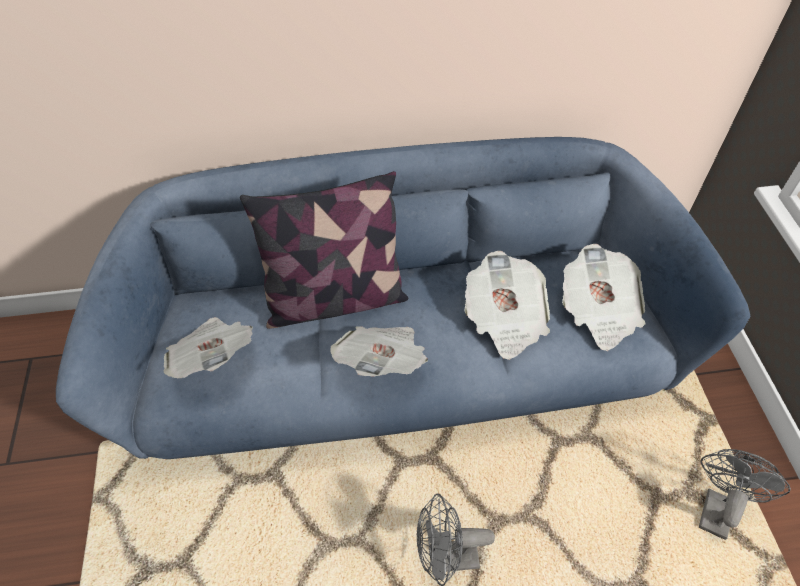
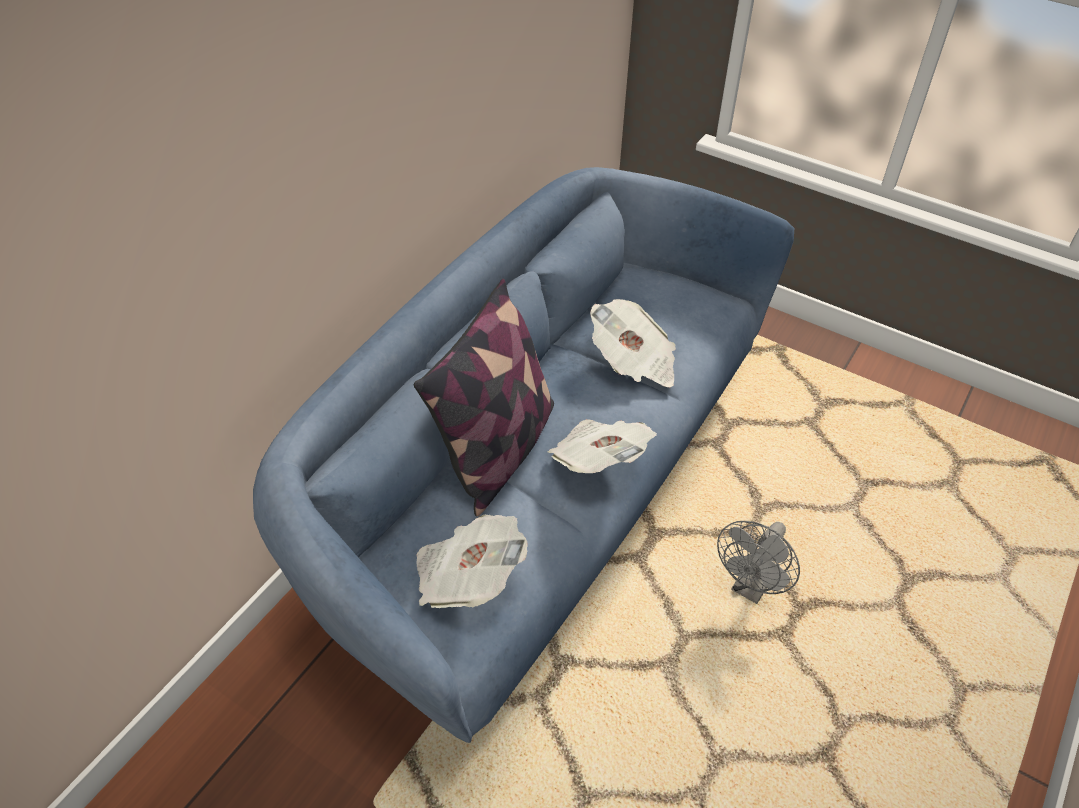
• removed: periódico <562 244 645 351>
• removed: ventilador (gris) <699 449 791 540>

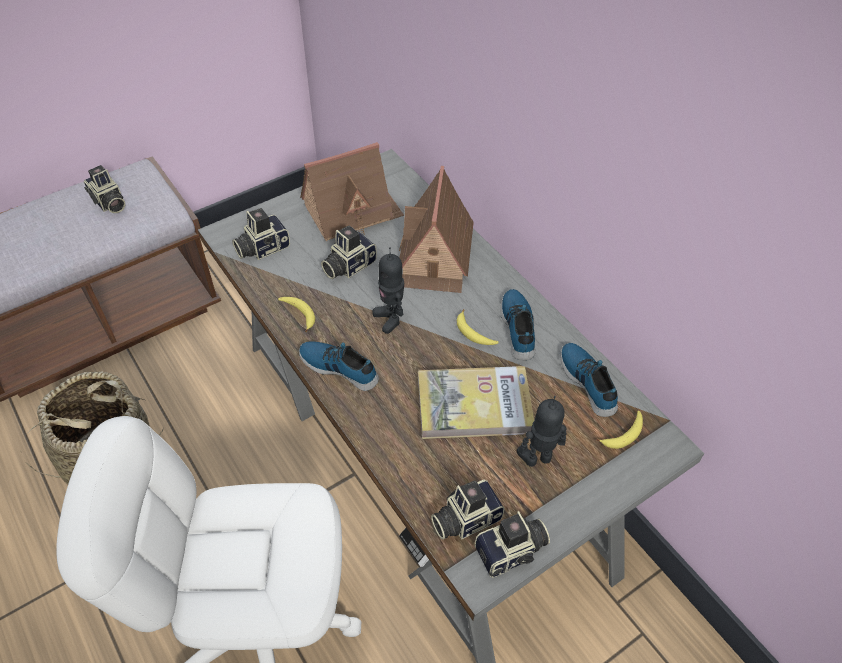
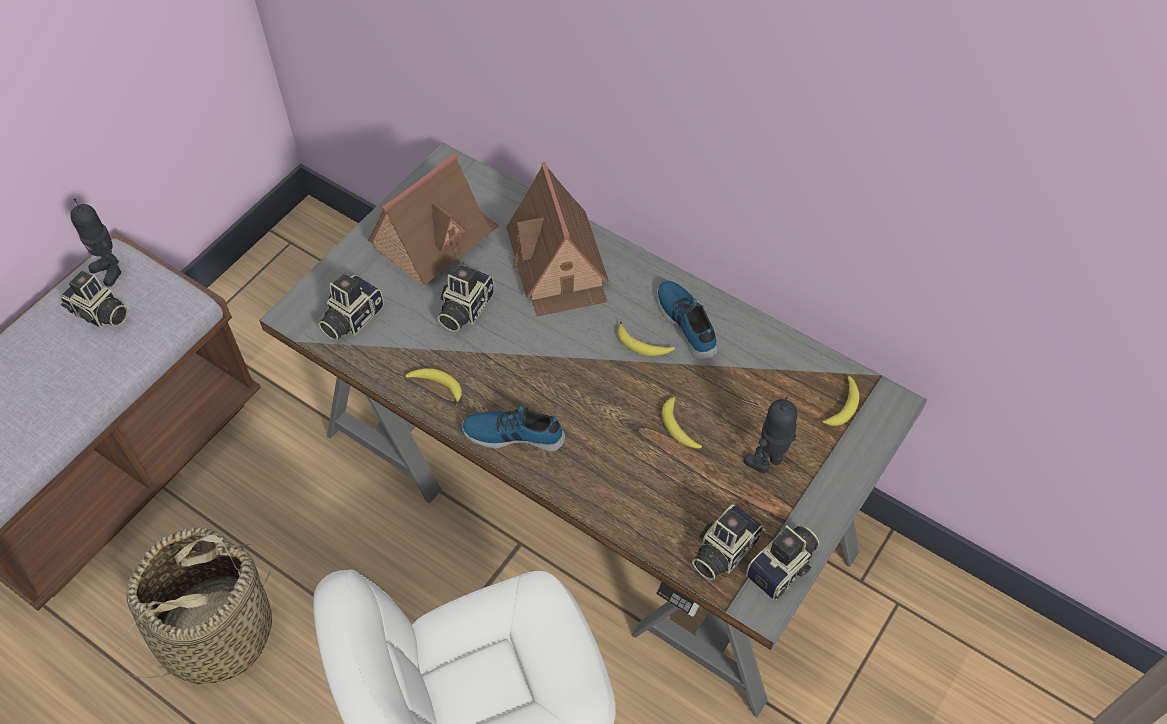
• moved: robot de juguete <372 247 404 334> to <70 198 121 287>
• replaced: libro <418 366 534 439> to plátano <662 394 702 448>
• removed: zapato <560 343 618 417>

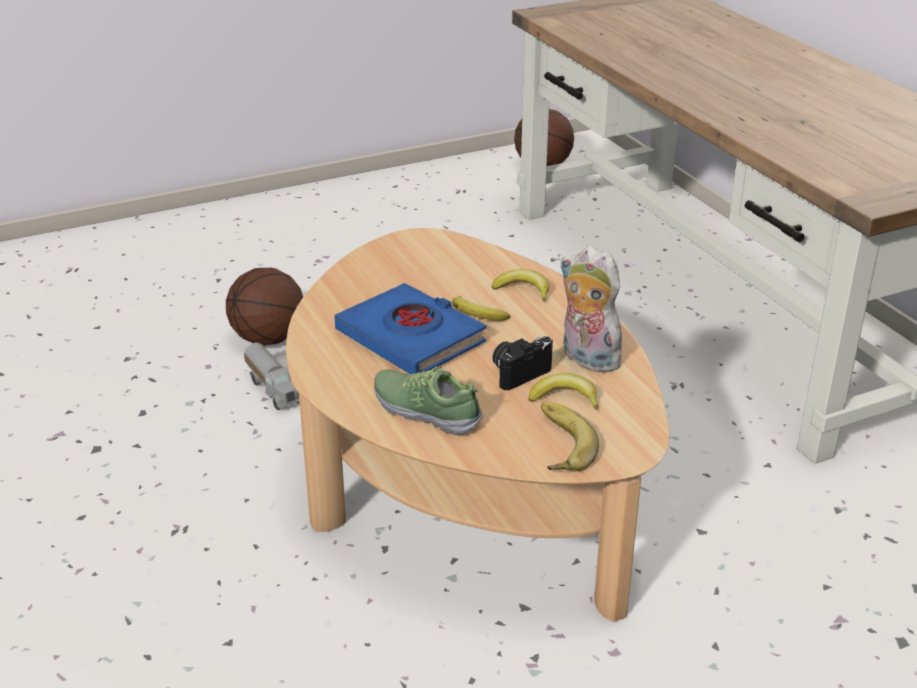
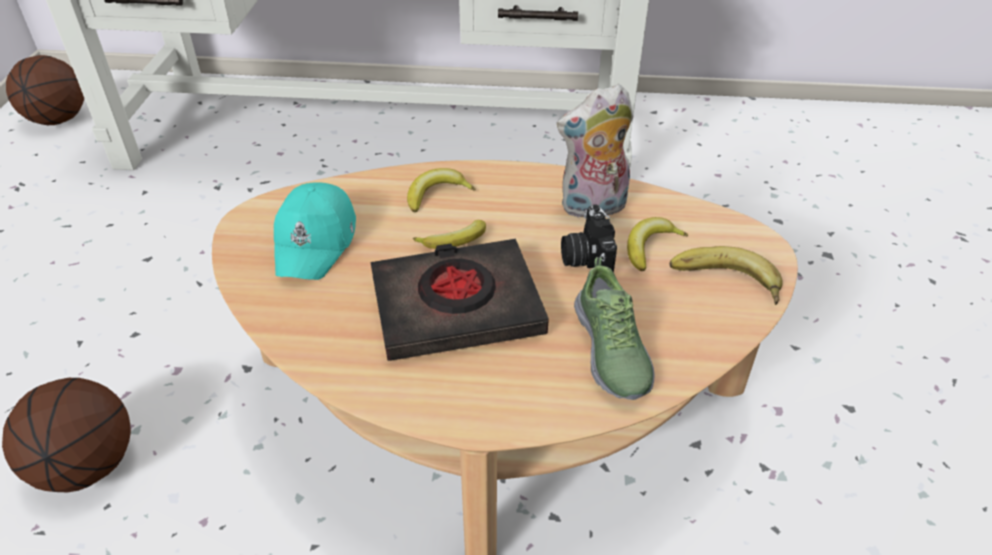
• added: gorra (turquesa) <274 182 356 280>
• recoloured: libro (azul) <335 283 486 375> to libro (negro) <371 238 549 361>
• turned: zapato <374 366 483 435> = <574 257 655 400> 75 degrees counterclockwise
• removed: camión de juguete <244 342 299 410>

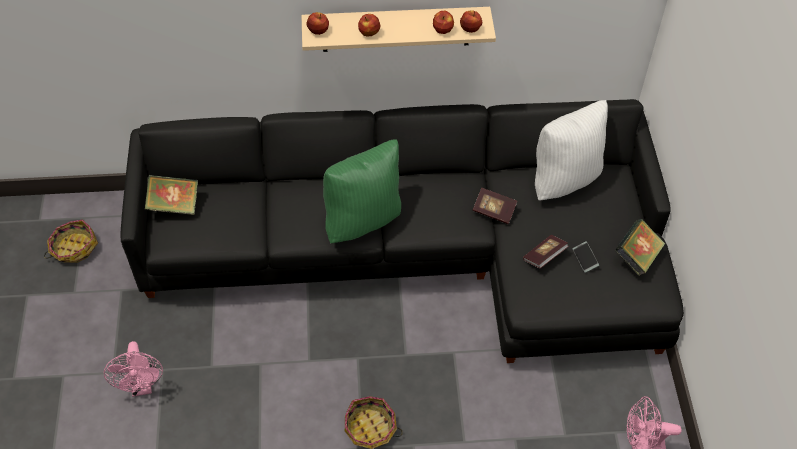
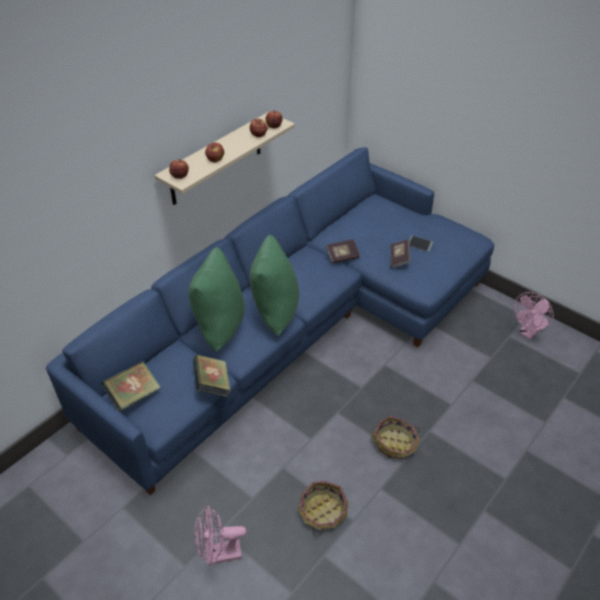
• recoloured: sofá (negro) <120 99 684 363> to sofá (azul) <46 147 494 496>
• added: cojín (verde) <188 247 245 352>
• moved: libro <615 219 665 276> to <193 355 231 397>
• turned: ventilador (rosa) <104 341 163 397> = <194 505 247 566> 135 degrees clockwise
• moved: cesta <44 220 98 263> to <298 481 348 537>
• removed: cojín (blanco) <535 100 608 201>

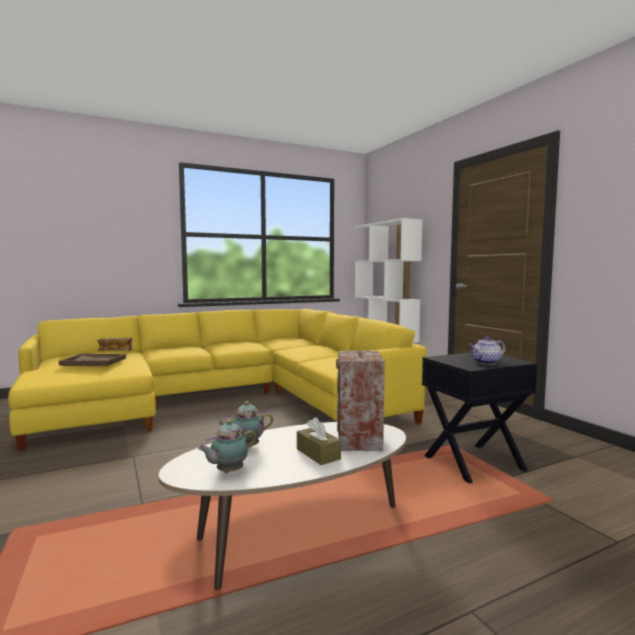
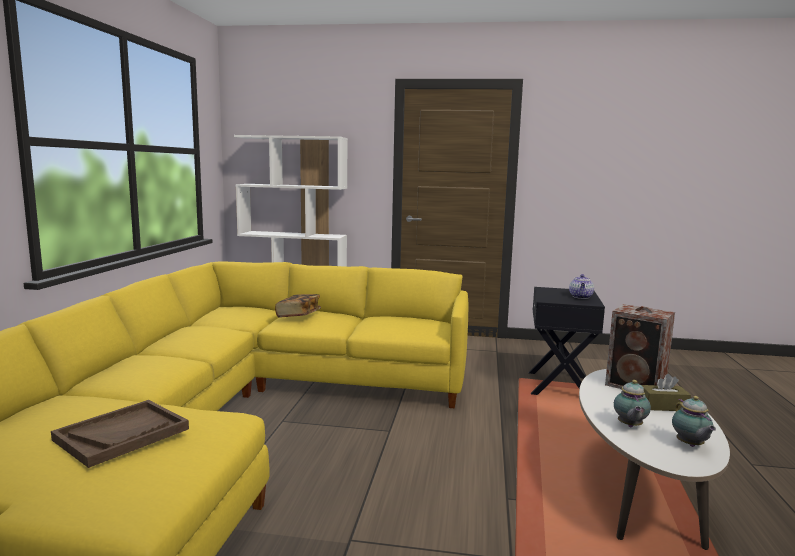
• moved: libro <98 338 132 351> to <275 294 321 318>

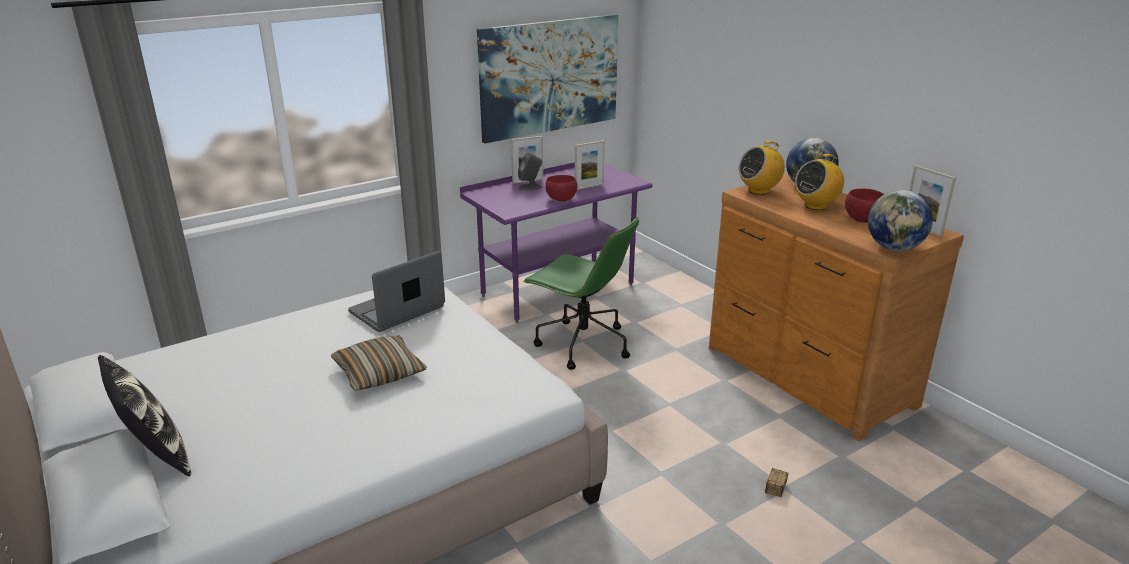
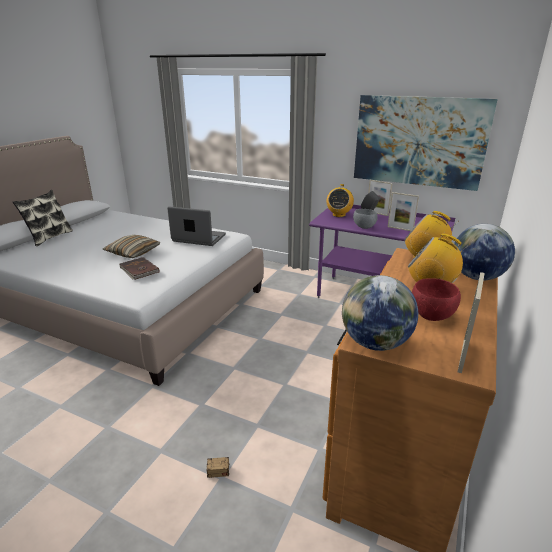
• added: libro (marrón) <119 257 159 280>
• added: radio <326 184 354 217>
• recoloured: cuenco (rojo) <545 175 578 201> to cuenco (gris) <353 209 378 229>
• removed: silla de oficina (verde) <523 217 639 370>

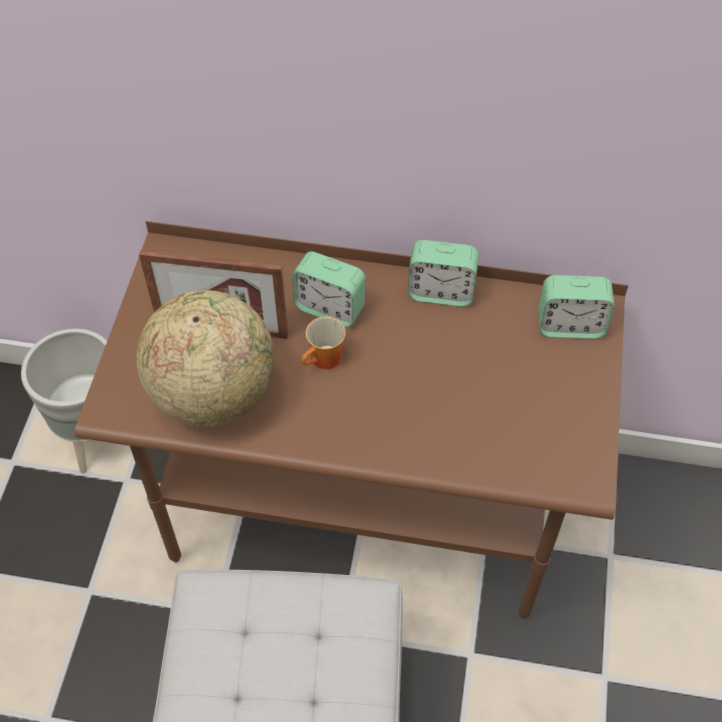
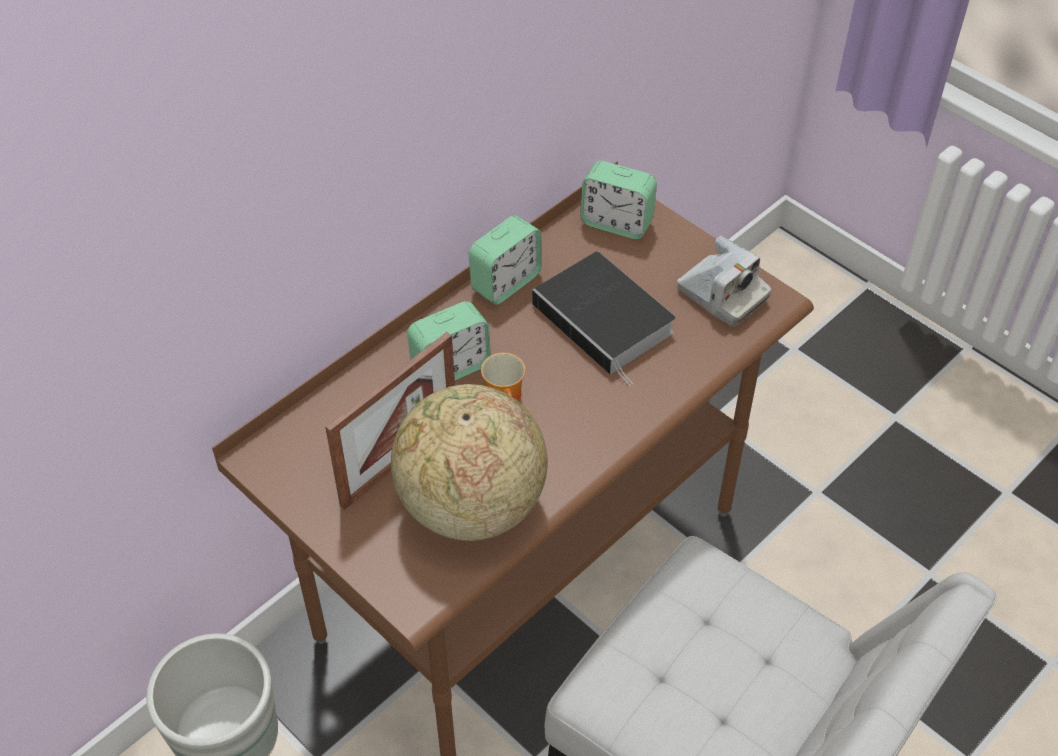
• added: libro <532 252 675 386>
• turned: despertador <538 275 614 339> = <580 161 657 239> 75 degrees clockwise
• added: cámara <677 236 771 327>

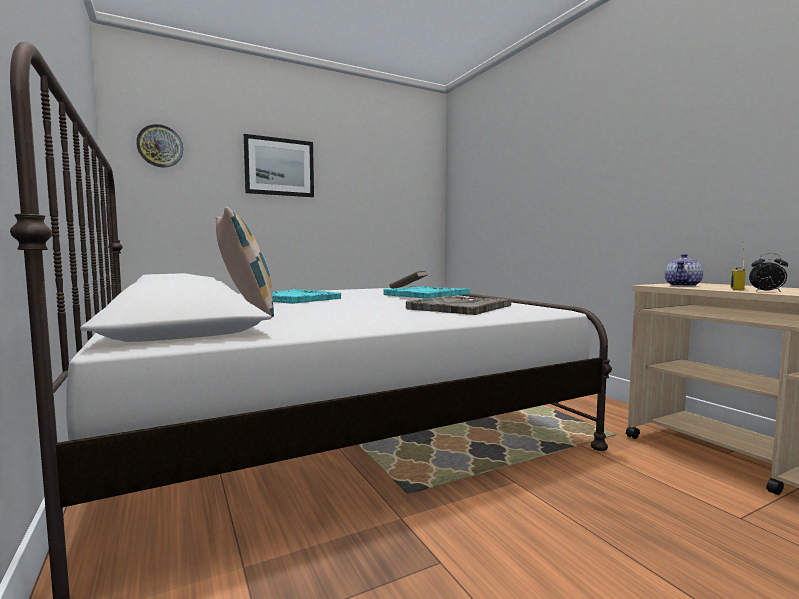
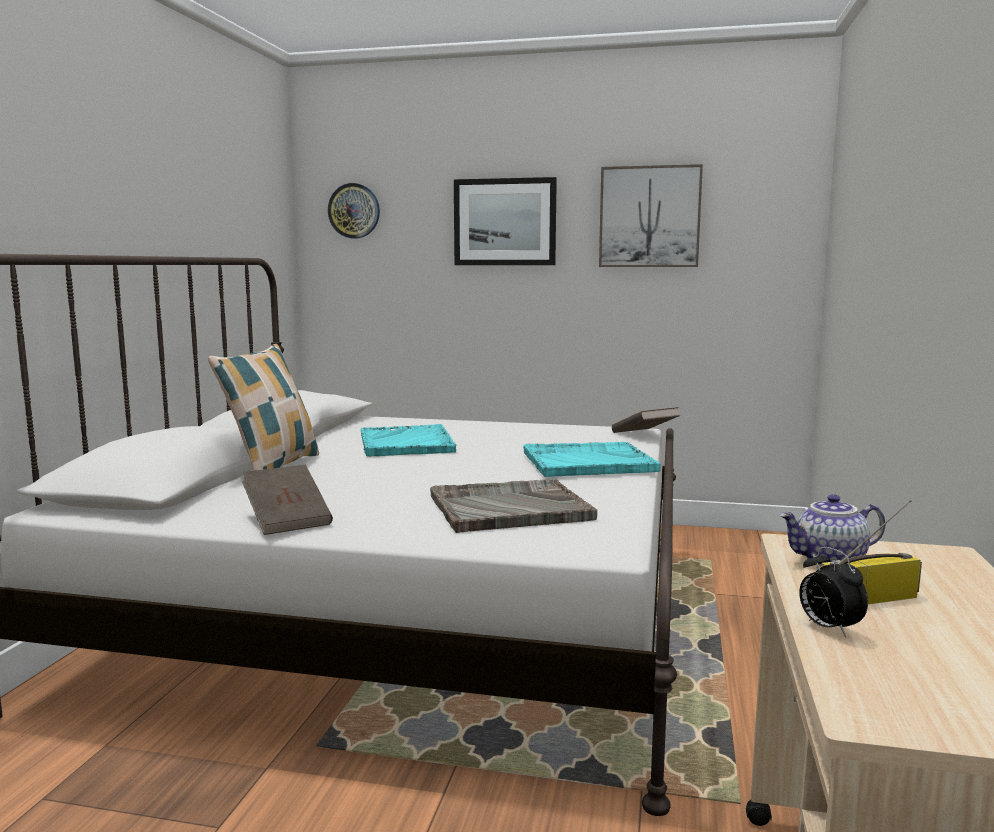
• added: libro (marrón) <242 465 333 535>
• added: cuadro <599 164 703 267>

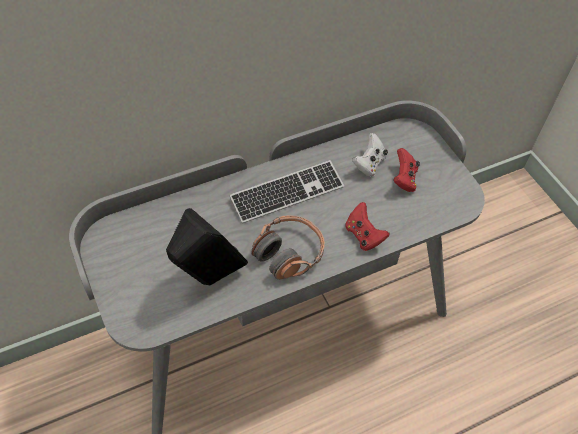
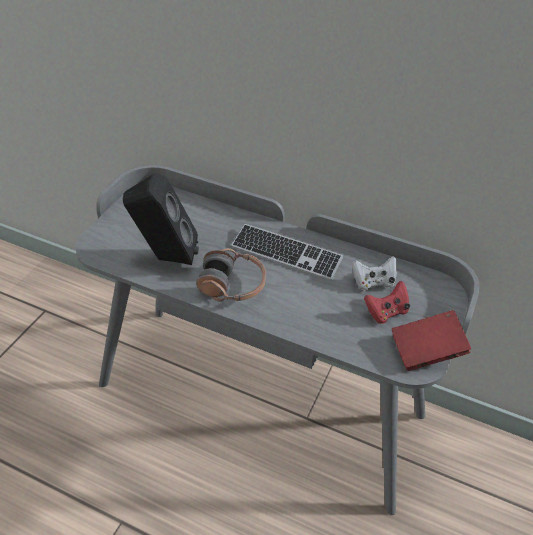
• added: libro (rojo) <392 310 471 371>
• removed: mando de consola (rojo) <345 202 389 251>

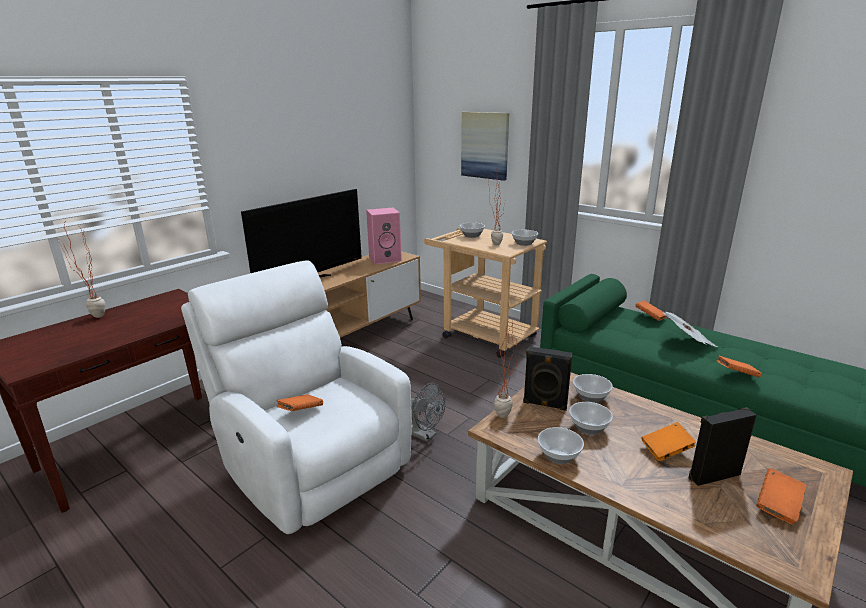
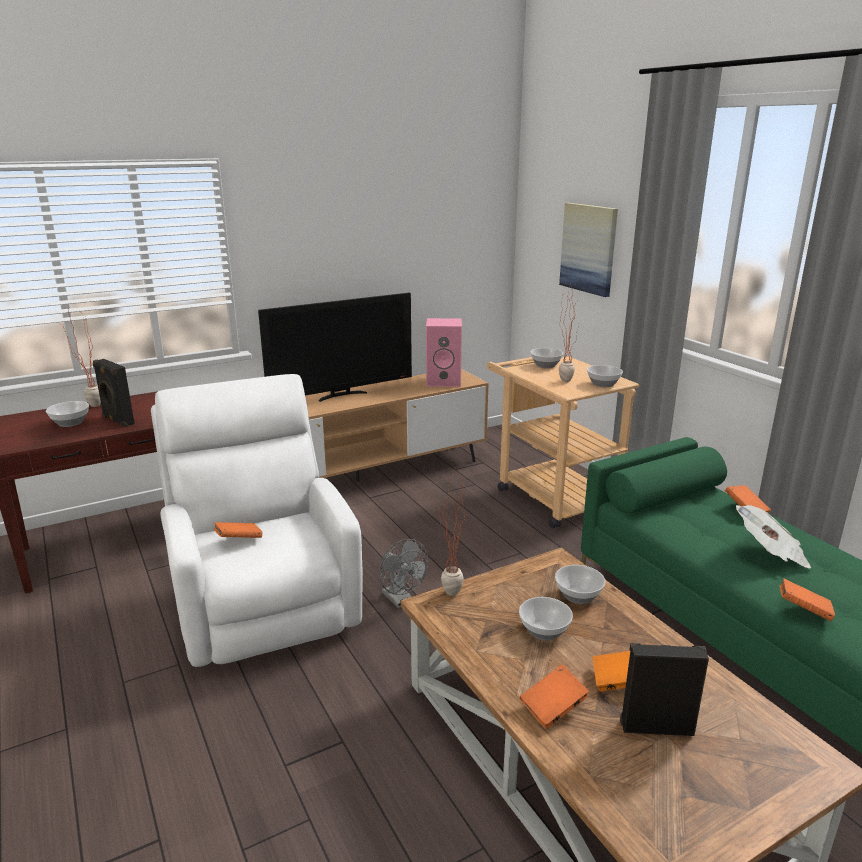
• moved: cuenco <538 427 584 464> to <46 401 89 427>
• moved: altavoz (negro) <523 346 572 411> to <93 359 135 427>
• moved: libro (naranja) <756 468 807 525> to <520 664 589 729>

